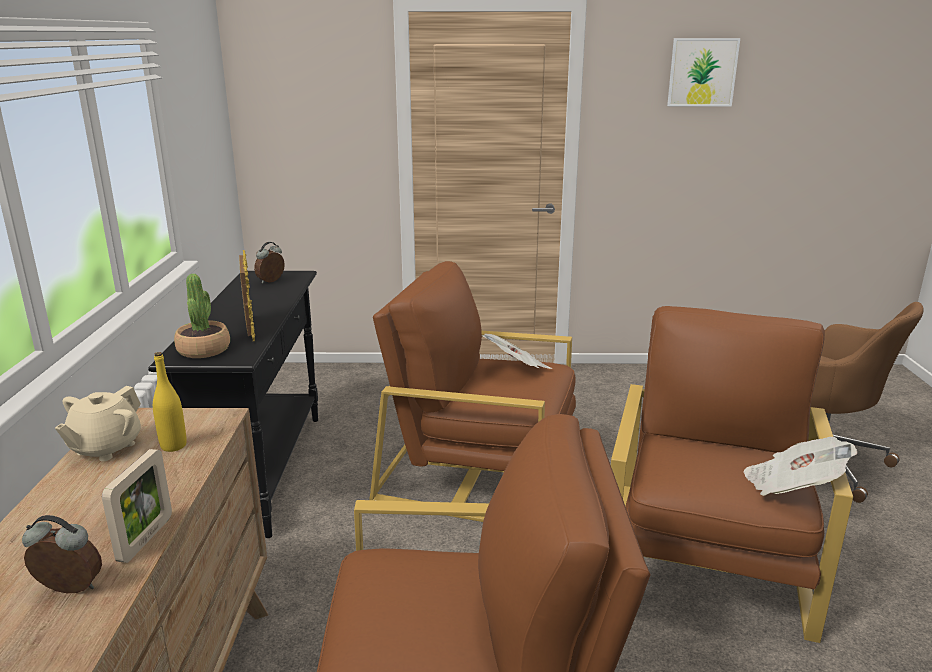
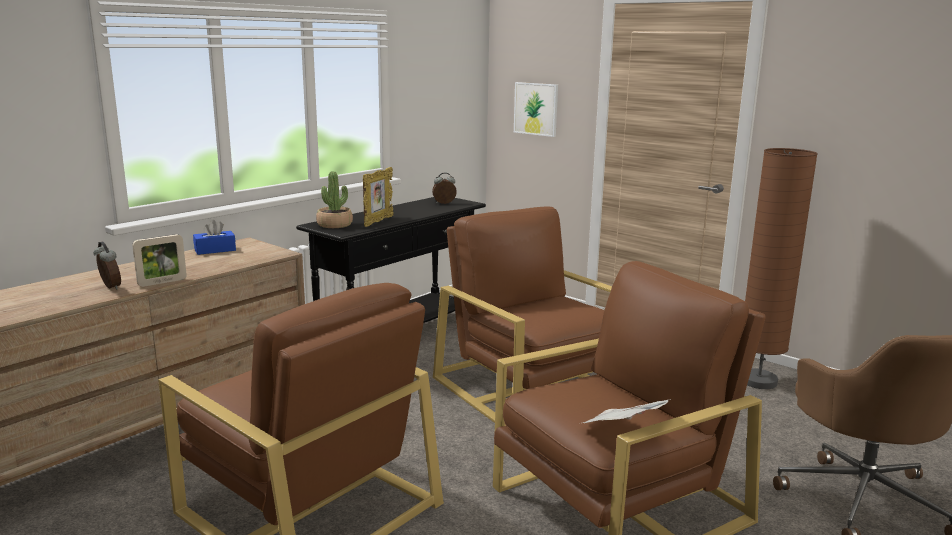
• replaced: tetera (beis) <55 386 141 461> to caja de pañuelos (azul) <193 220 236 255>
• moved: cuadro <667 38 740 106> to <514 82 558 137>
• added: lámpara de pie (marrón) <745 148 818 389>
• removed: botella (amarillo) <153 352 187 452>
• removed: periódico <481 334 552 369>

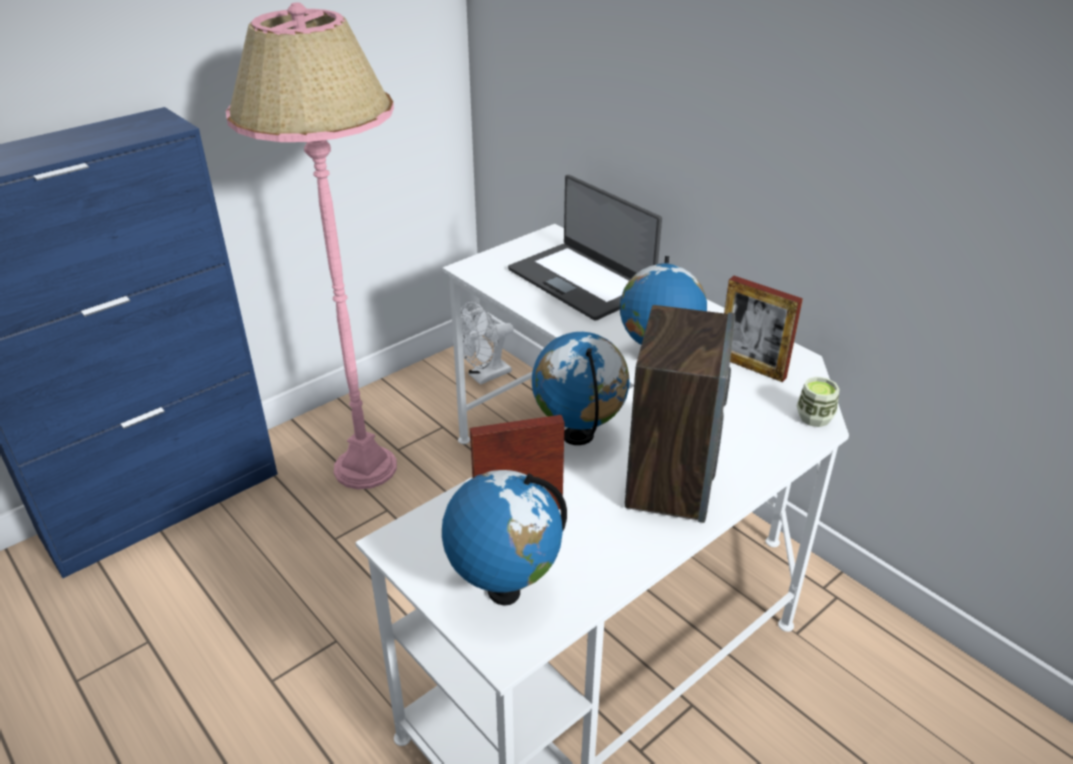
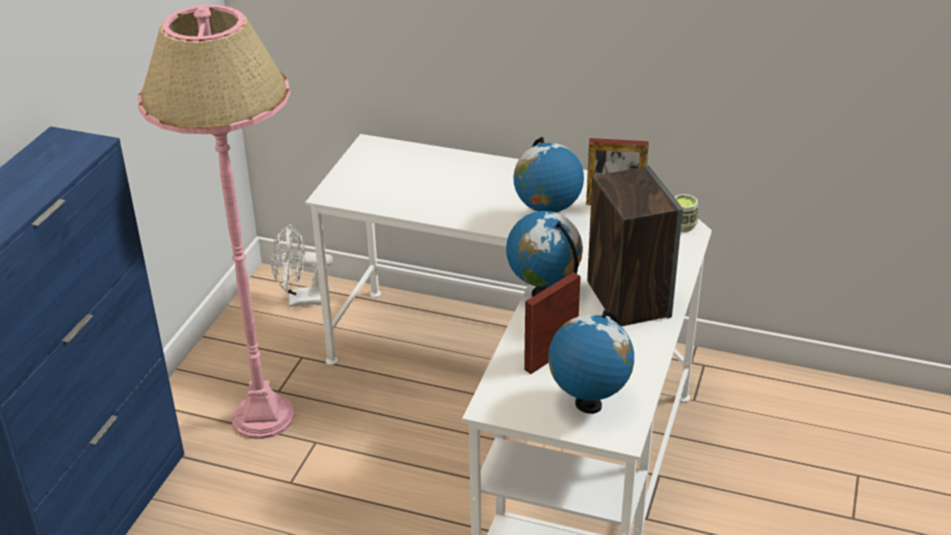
• turned: ventilador (blanco) <461 302 514 385> = <271 224 333 307> 60 degrees clockwise
• removed: portátil <508 175 662 321>

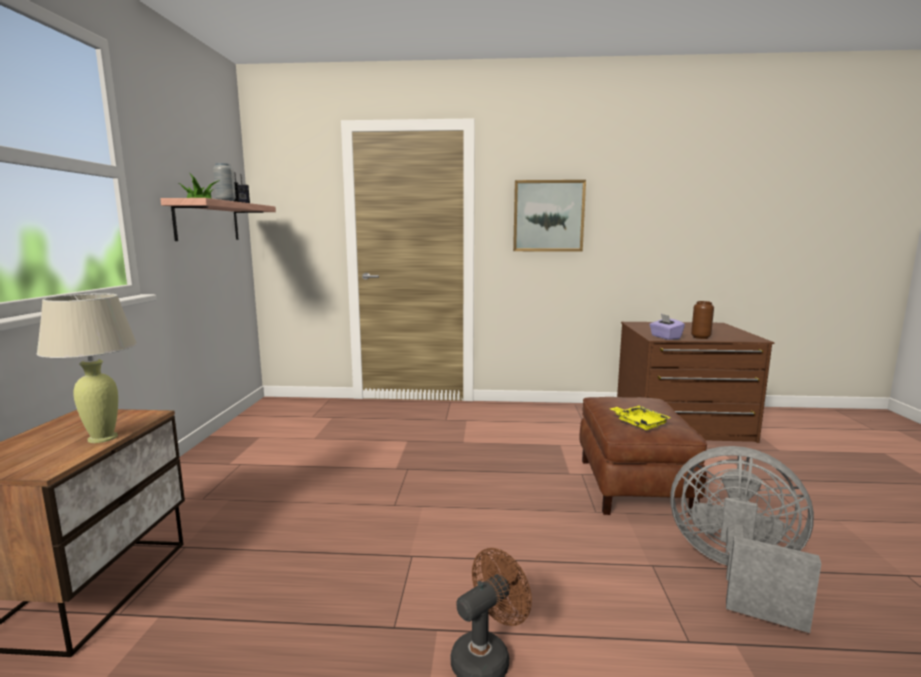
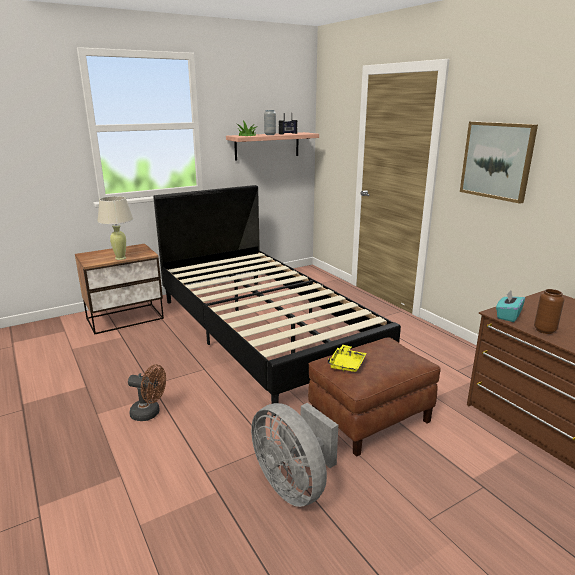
• added: cama (negro) <153 185 401 416>
• turned: ventilador (gris) <670 446 821 633> = <251 403 338 507> 150 degrees clockwise
• recoloured: caja de pañuelos (morado) <649 314 685 340> to caja de pañuelos (turquesa) <496 291 525 322>

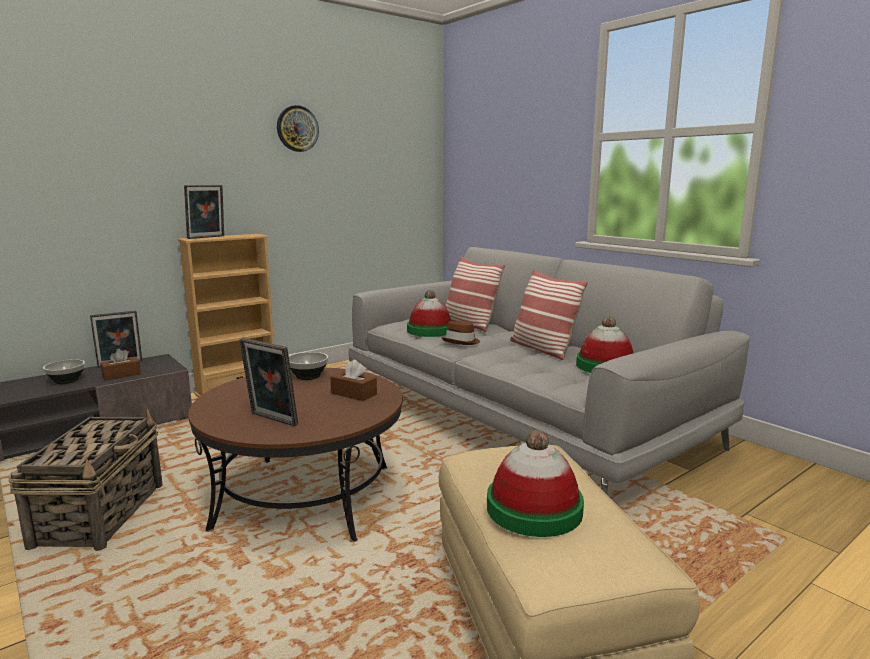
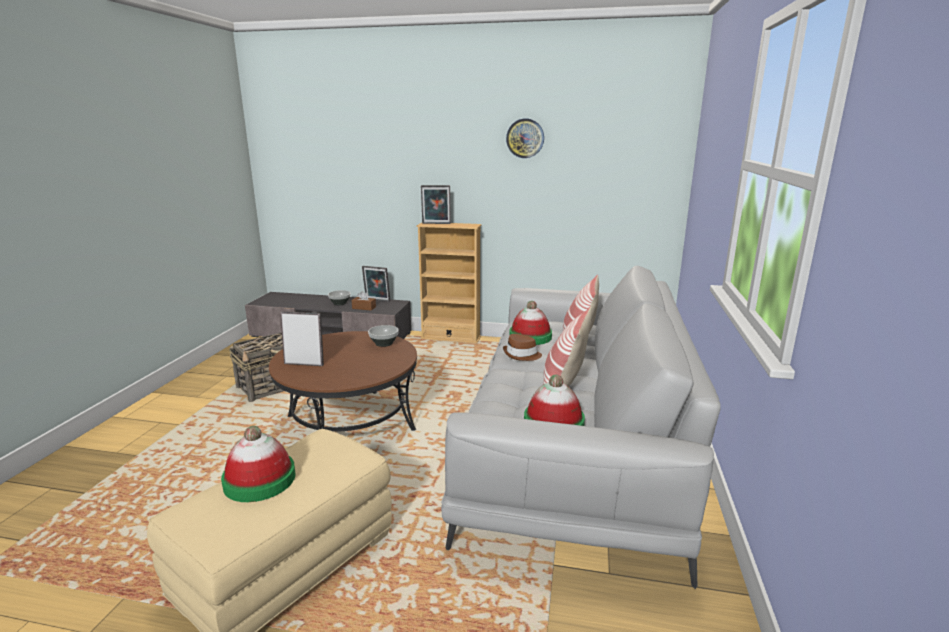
• turned: portarretratos <239 338 298 426> = <280 311 324 366> 105 degrees clockwise
• removed: caja de pañuelos (marrón) <330 359 377 401>

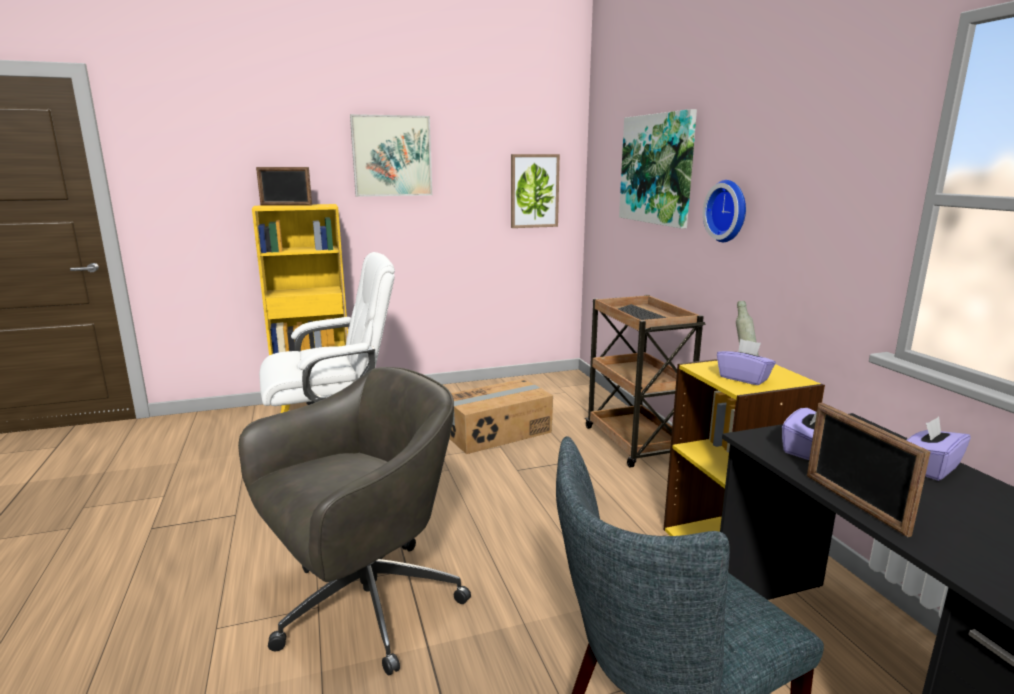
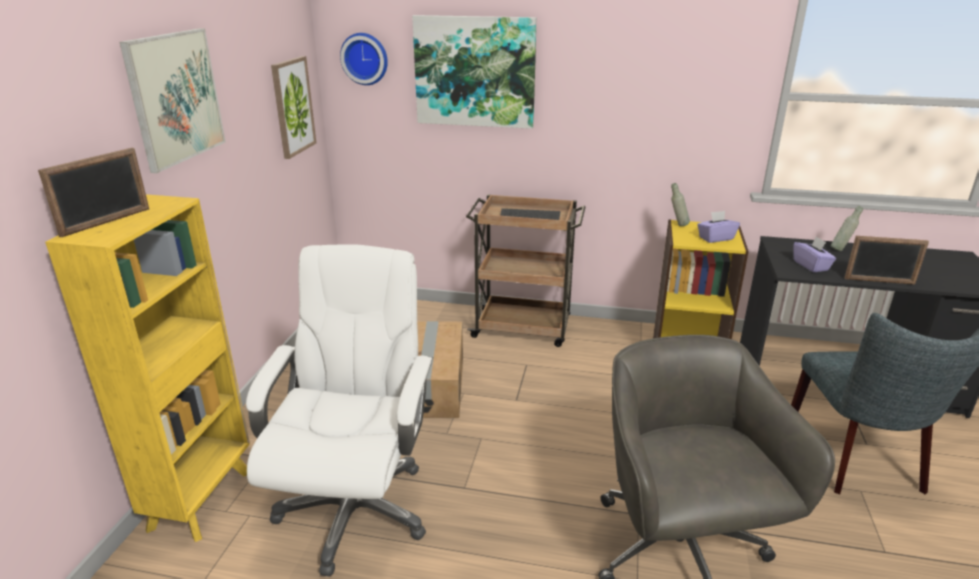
• moved: reloj de pared <703 180 746 242> to <340 33 388 85>
• replaced: caja de pañuelos (morado) <906 417 971 481> to botella (gris) <831 206 863 251>

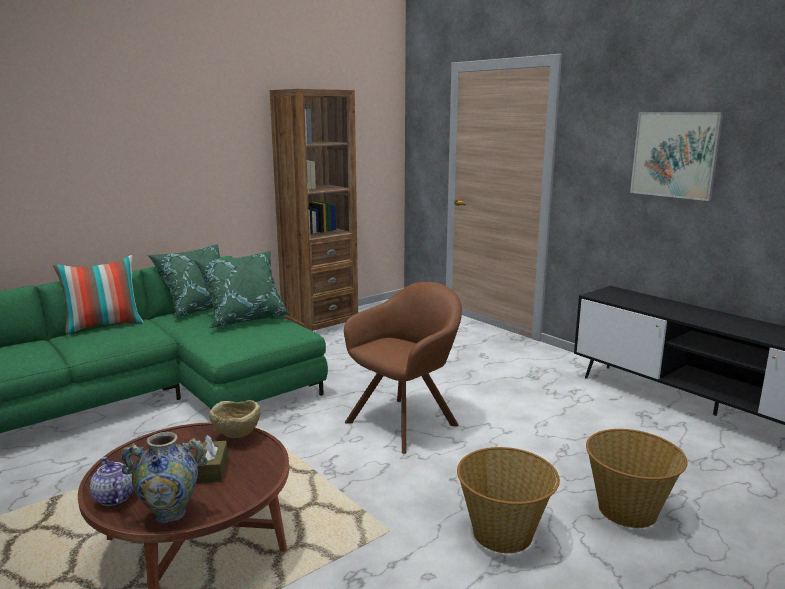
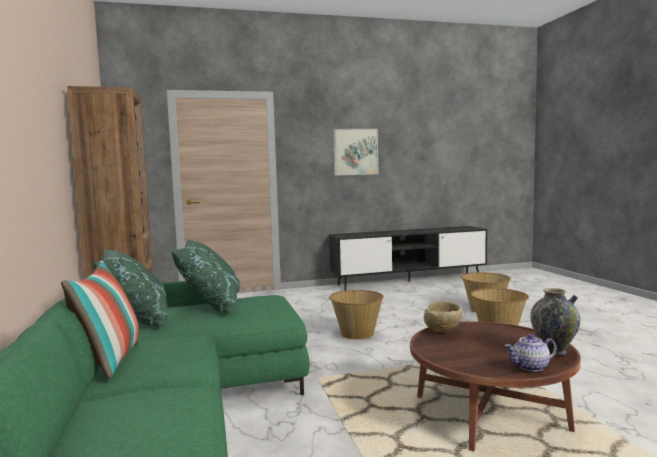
• replaced: sillón (marrón) <344 282 462 454> to cesta <329 290 384 340>
• removed: caja de pañuelos (marrón) <196 435 228 484>

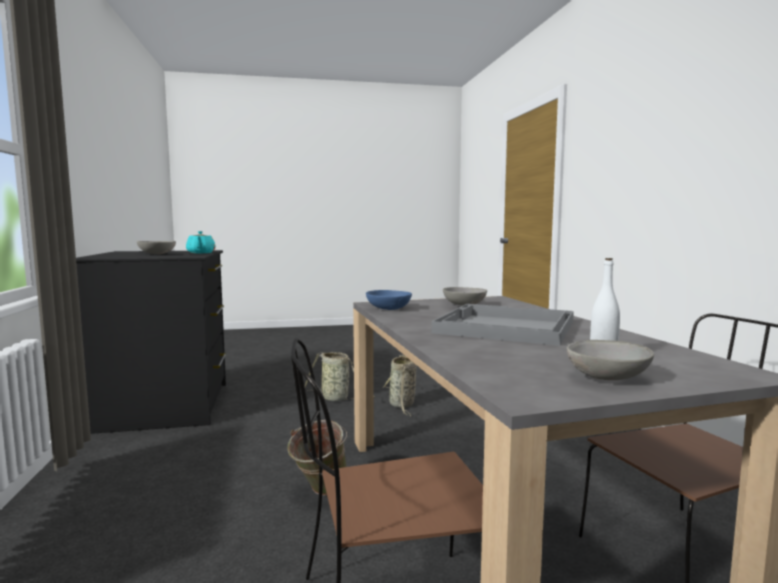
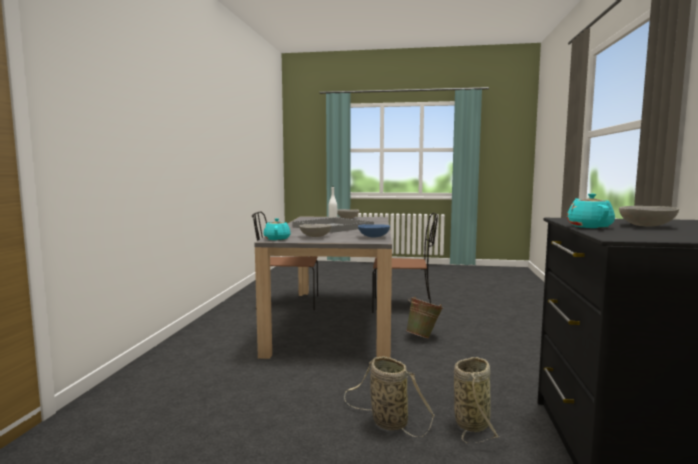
• added: tetera (turquesa) <263 218 291 240>
• moved: cesta <383 355 417 417> to <454 357 499 443>

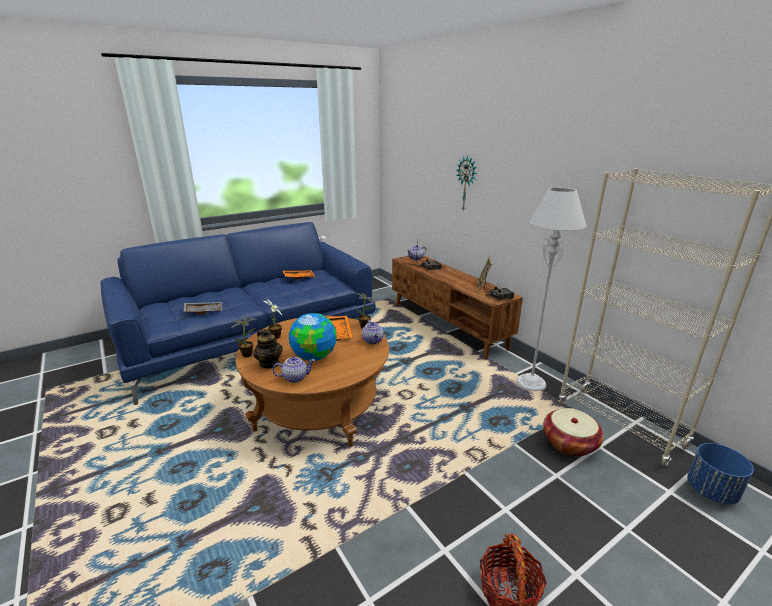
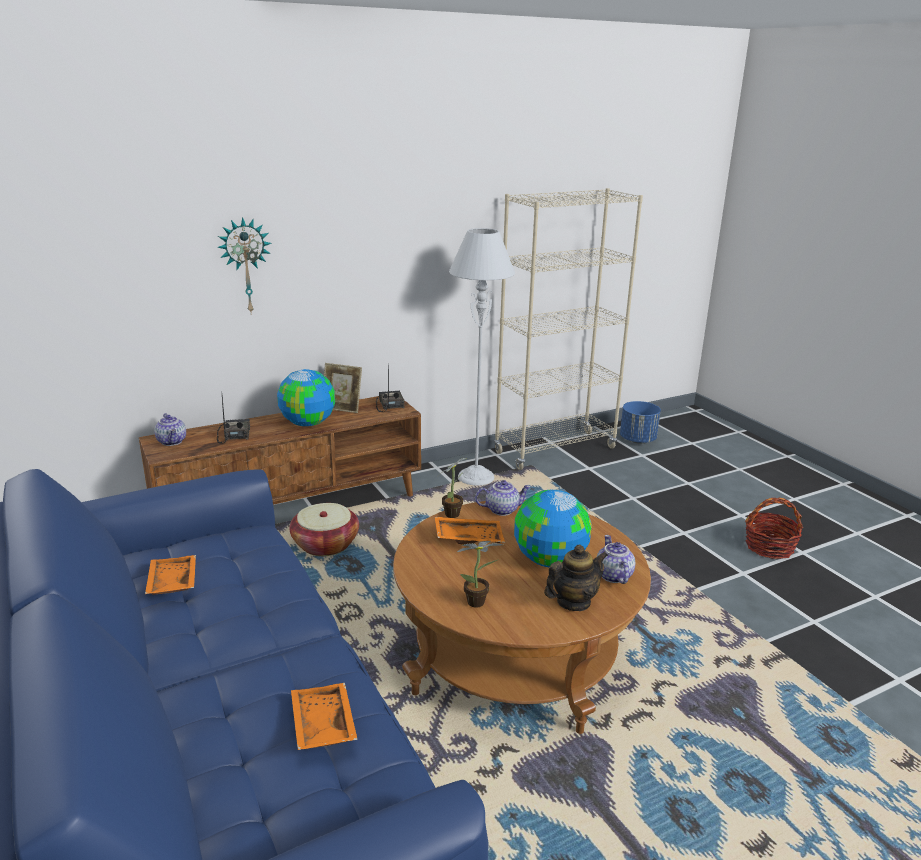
• added: globo terráqueo <277 369 335 426>
• moved: cesta <543 408 604 456> to <289 503 359 556>
• recoloured: bandeja (gris) <183 302 223 314> to bandeja (naranja) <291 683 358 750>
• removed: planta en maceta <231 316 256 357>

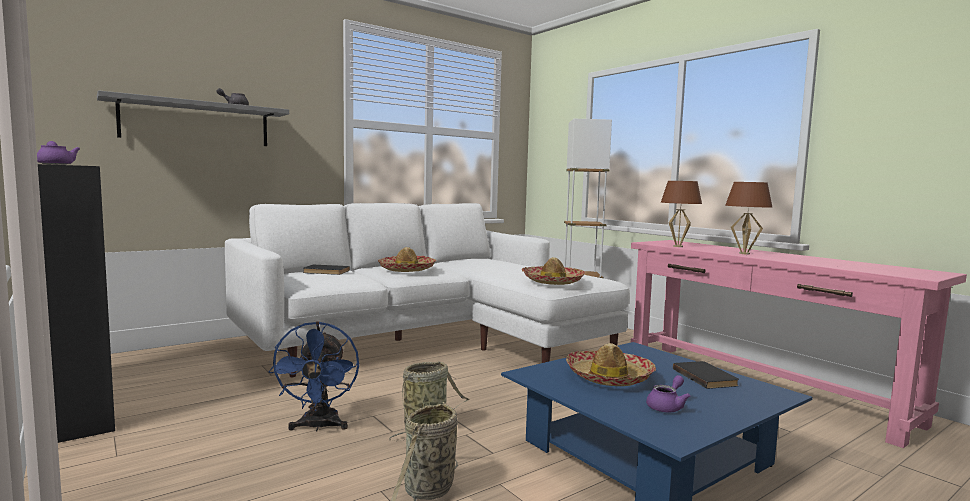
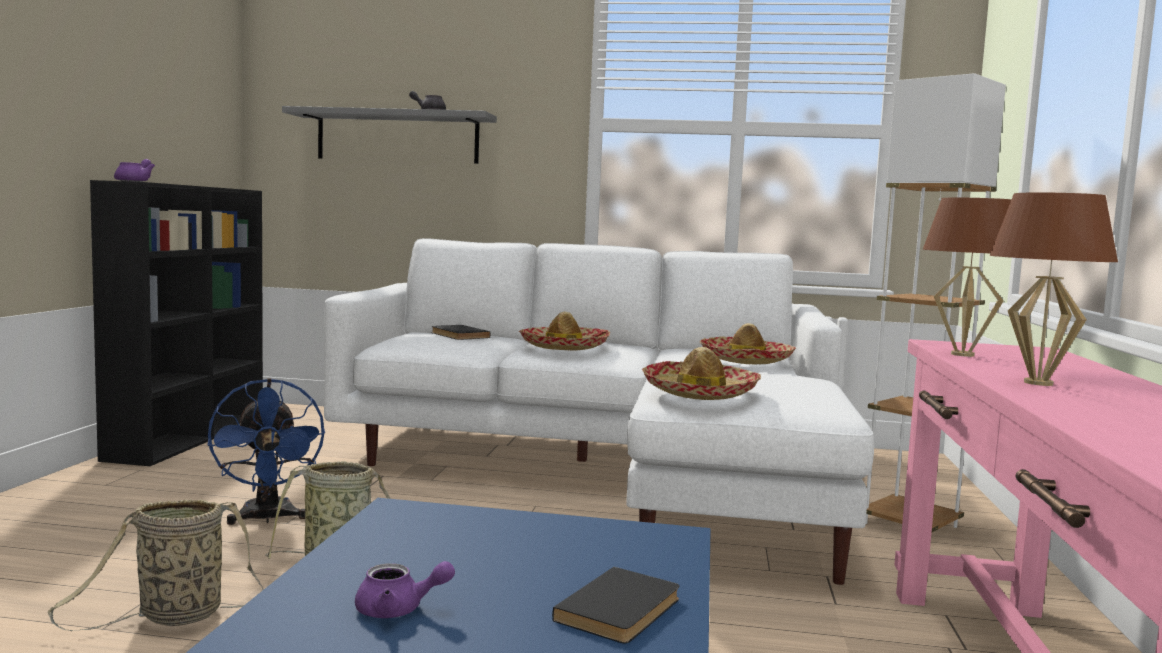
• turned: ventilador (azul) <269 321 359 432> = <207 378 325 525> 60 degrees counterclockwise
• moved: sombrero <566 343 656 386> to <700 323 796 365>

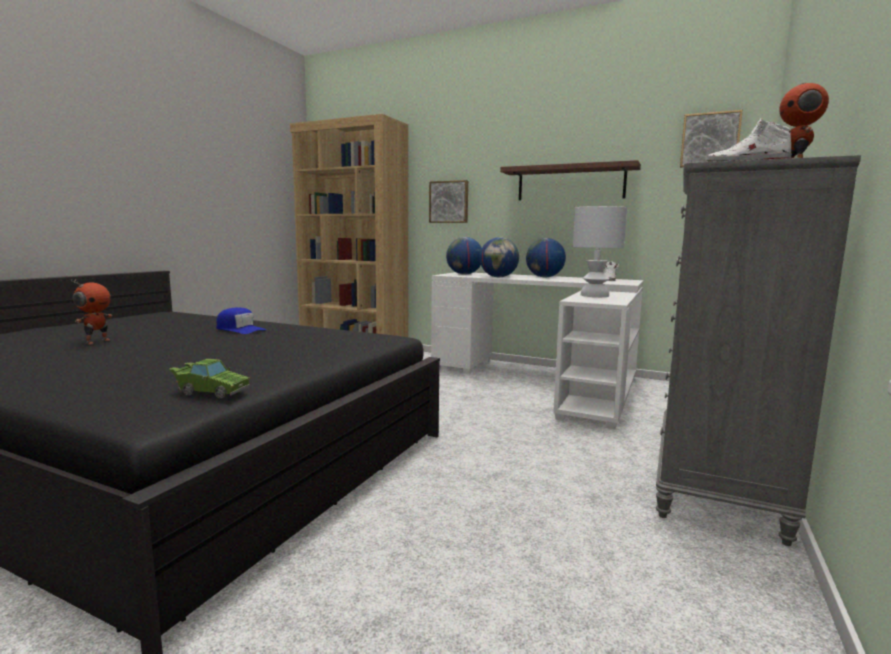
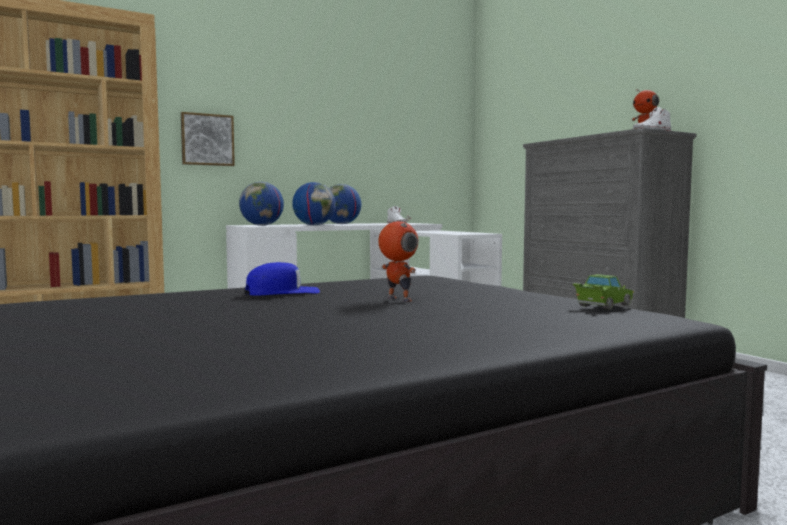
• moved: robot de juguete <71 279 112 345> to <378 215 418 302>
• removed: estante <500 160 641 200>
• removed: lámpara de mesa (blanco) <573 206 627 297>
• removed: cuadro <680 110 743 168>

